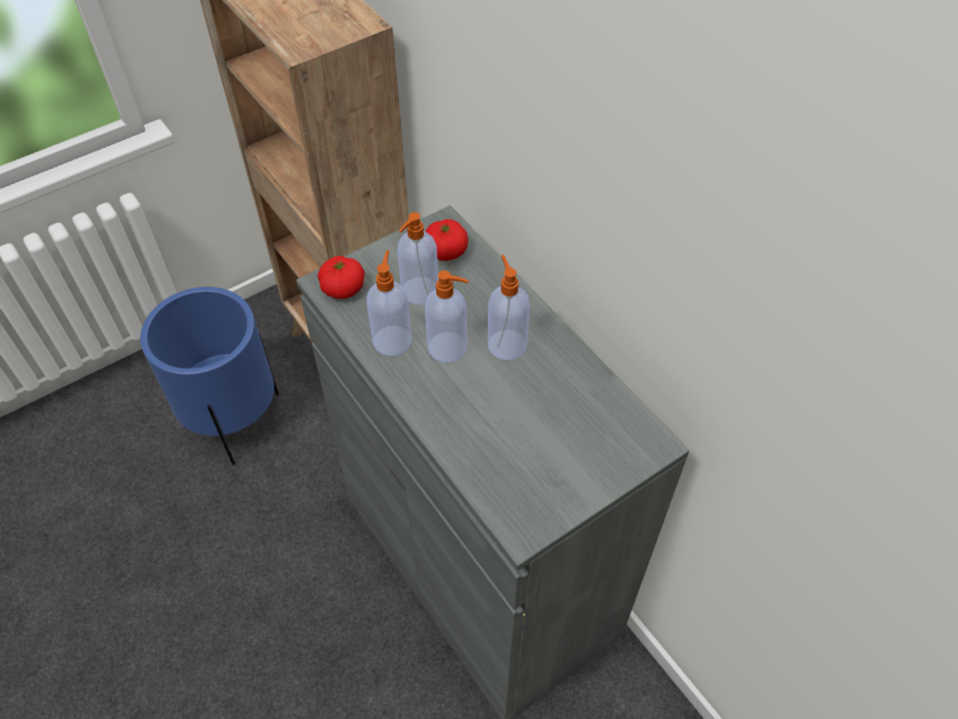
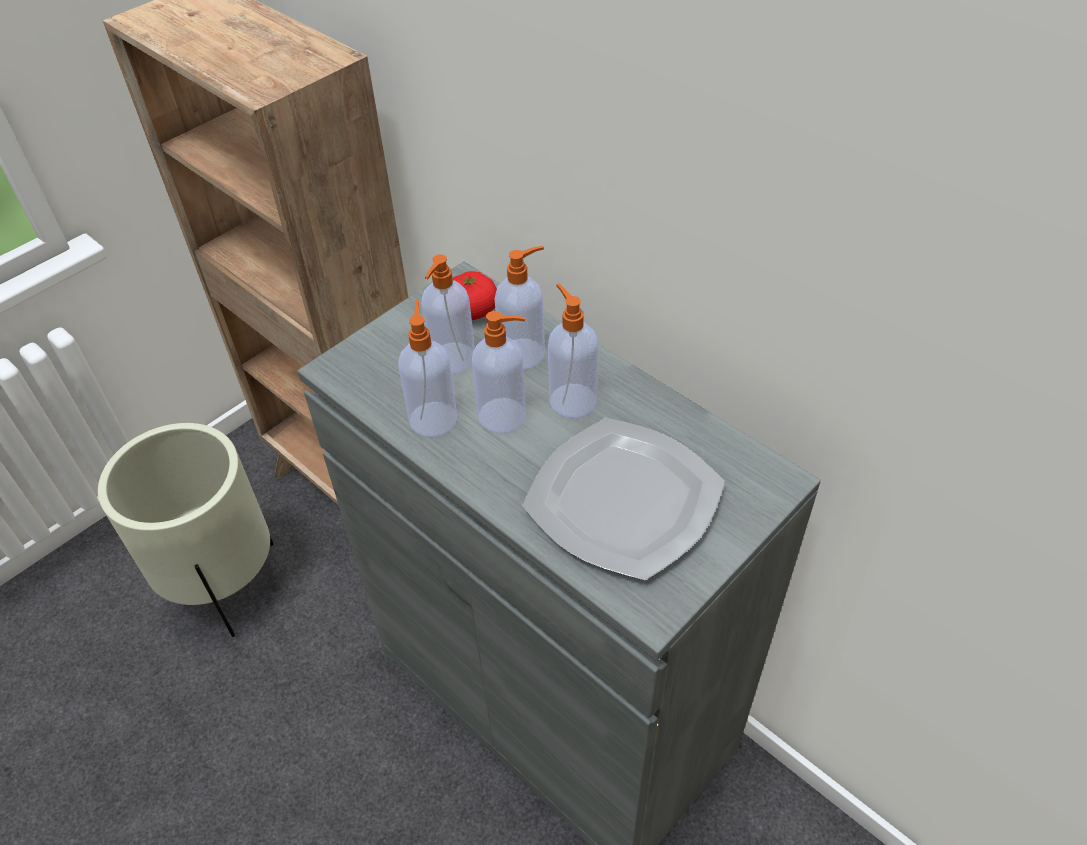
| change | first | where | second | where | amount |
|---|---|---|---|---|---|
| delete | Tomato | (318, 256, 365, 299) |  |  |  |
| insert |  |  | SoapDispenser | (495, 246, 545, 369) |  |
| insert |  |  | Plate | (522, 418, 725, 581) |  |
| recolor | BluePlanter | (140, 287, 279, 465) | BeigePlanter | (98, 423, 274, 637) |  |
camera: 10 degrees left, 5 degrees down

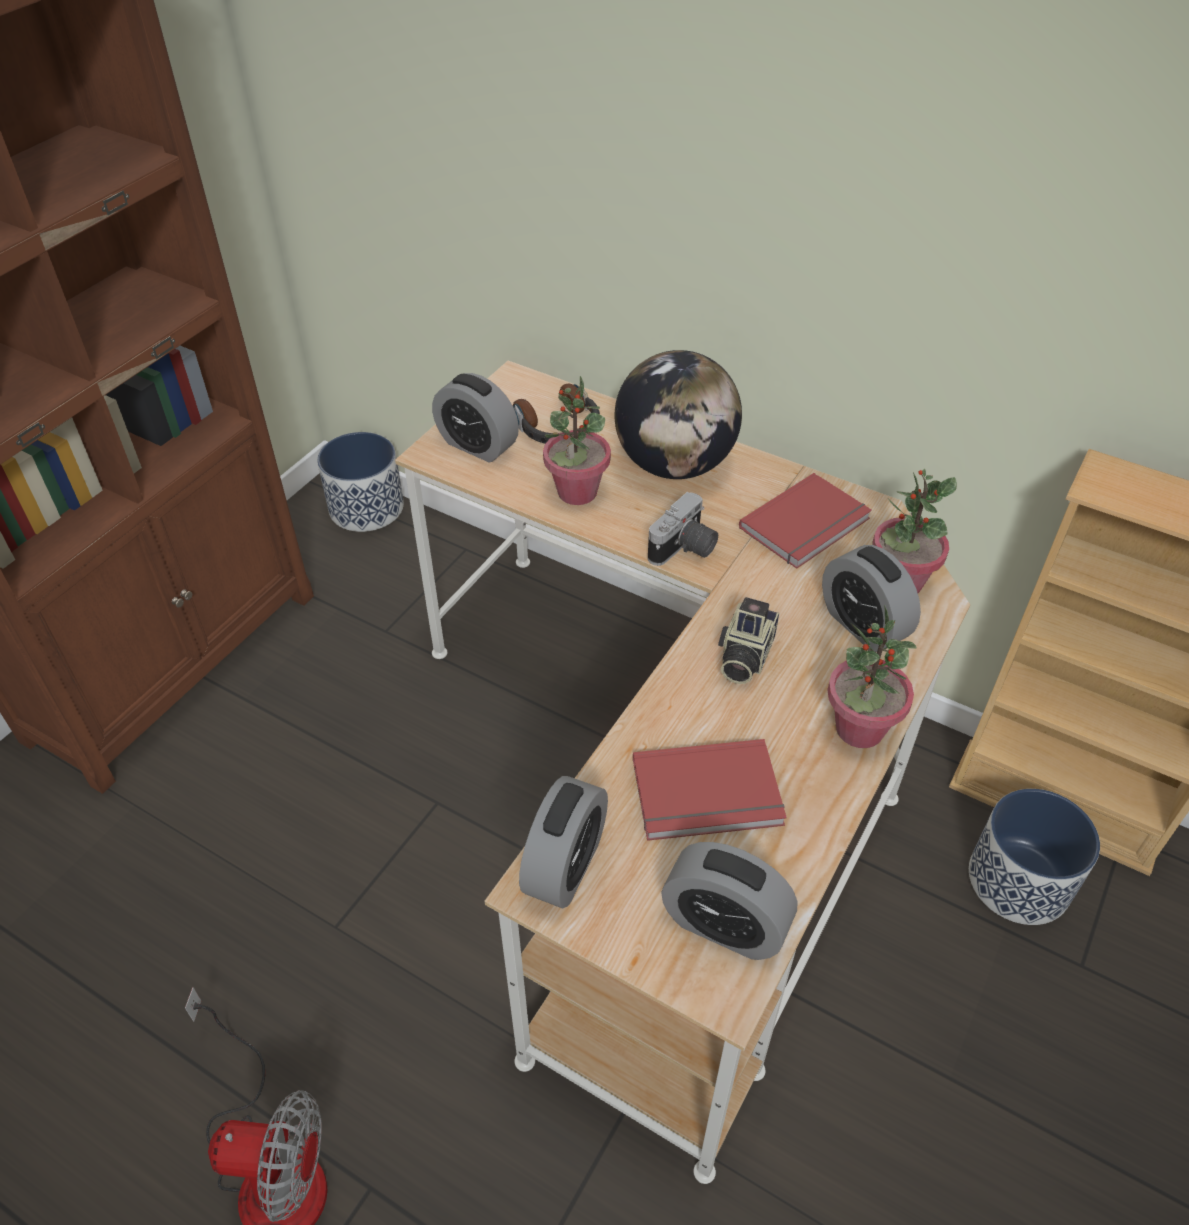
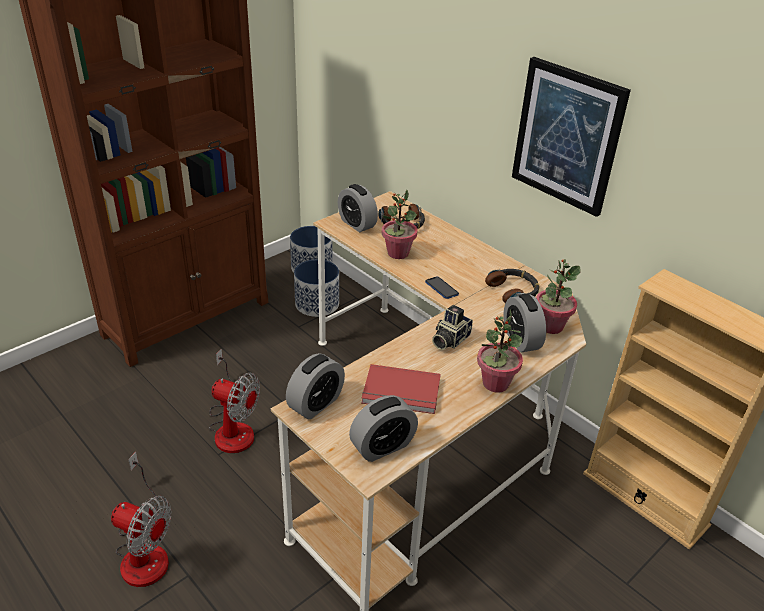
| change | first | where | second | where | amount |
|---|---|---|---|---|---|
| delete | Globe | (614, 350, 742, 479) |  |  |  |
| insert |  |  | Fan | (209, 349, 260, 453) |  |
| insert |  |  | Picture | (512, 57, 631, 217) |  |
| move | Planter | (969, 789, 1100, 925) |  | (294, 259, 339, 317) |  |
| replace | PhotoCamera | (648, 492, 718, 566) | Phone | (425, 277, 459, 299) |  |
| replace | RedBook | (739, 473, 872, 569) | Headphones | (485, 269, 539, 303) |  |
| rotate | AlarmClock | (661, 842, 797, 960) |  | (349, 395, 418, 462) | 75 degrees counterclockwise |
camera: 15 degrees right, 10 degrees down

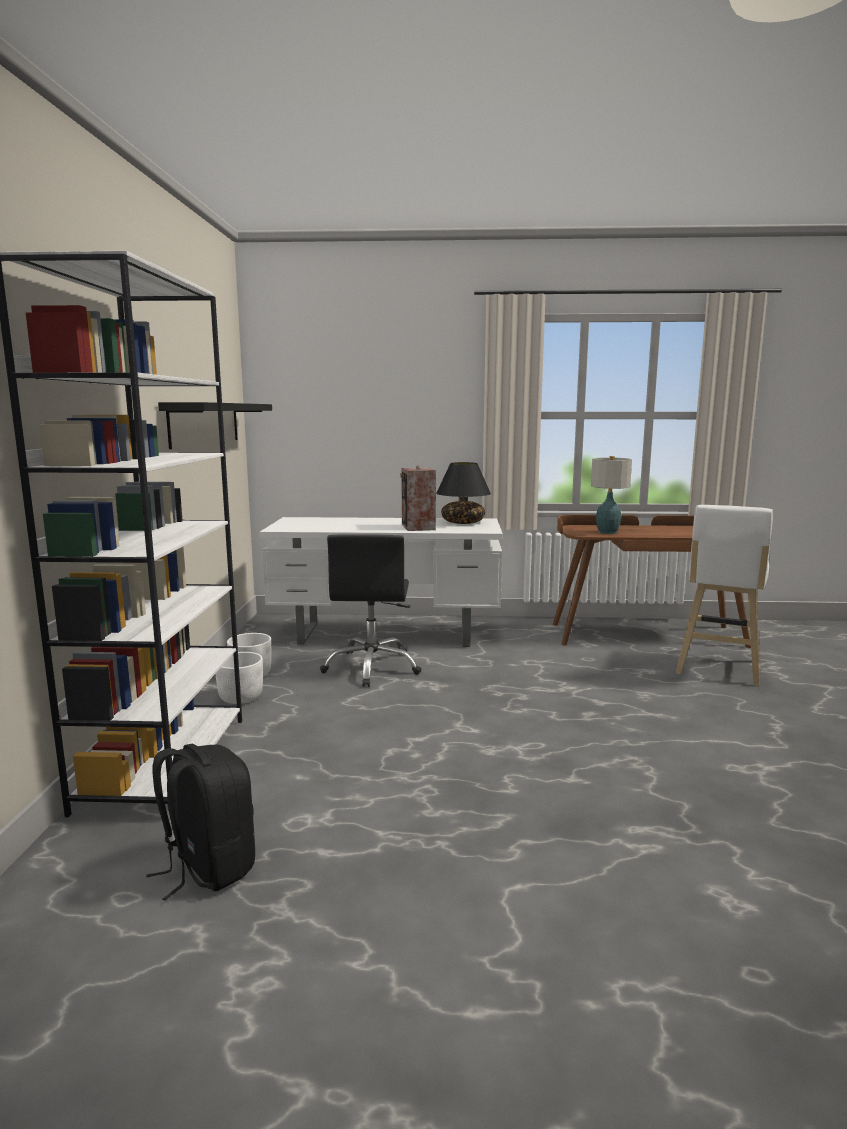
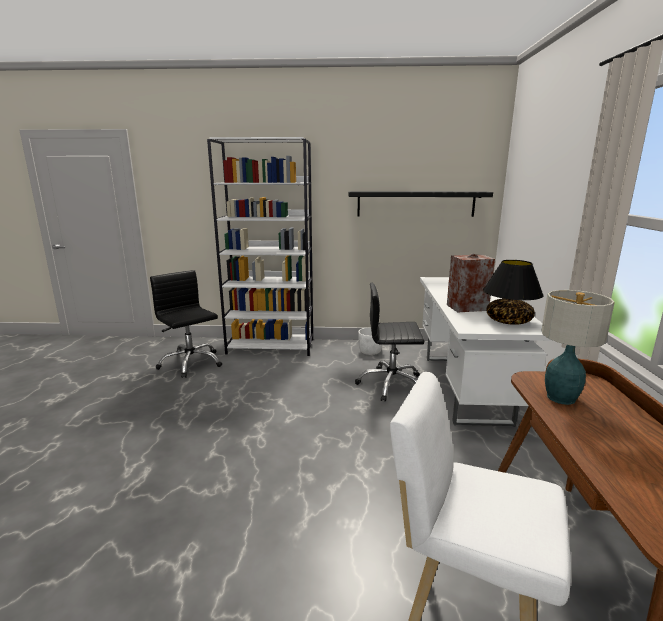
| change | first | where | second | where | amount |
|---|---|---|---|---|---|
| delete | WhitePlanter | (216, 652, 263, 704) |  |  |  |
| replace | BlackBackpack | (147, 744, 255, 900) | BlackOfficeChair | (150, 270, 222, 378) |  |
camera: 90 degrees right, 5 degrees up

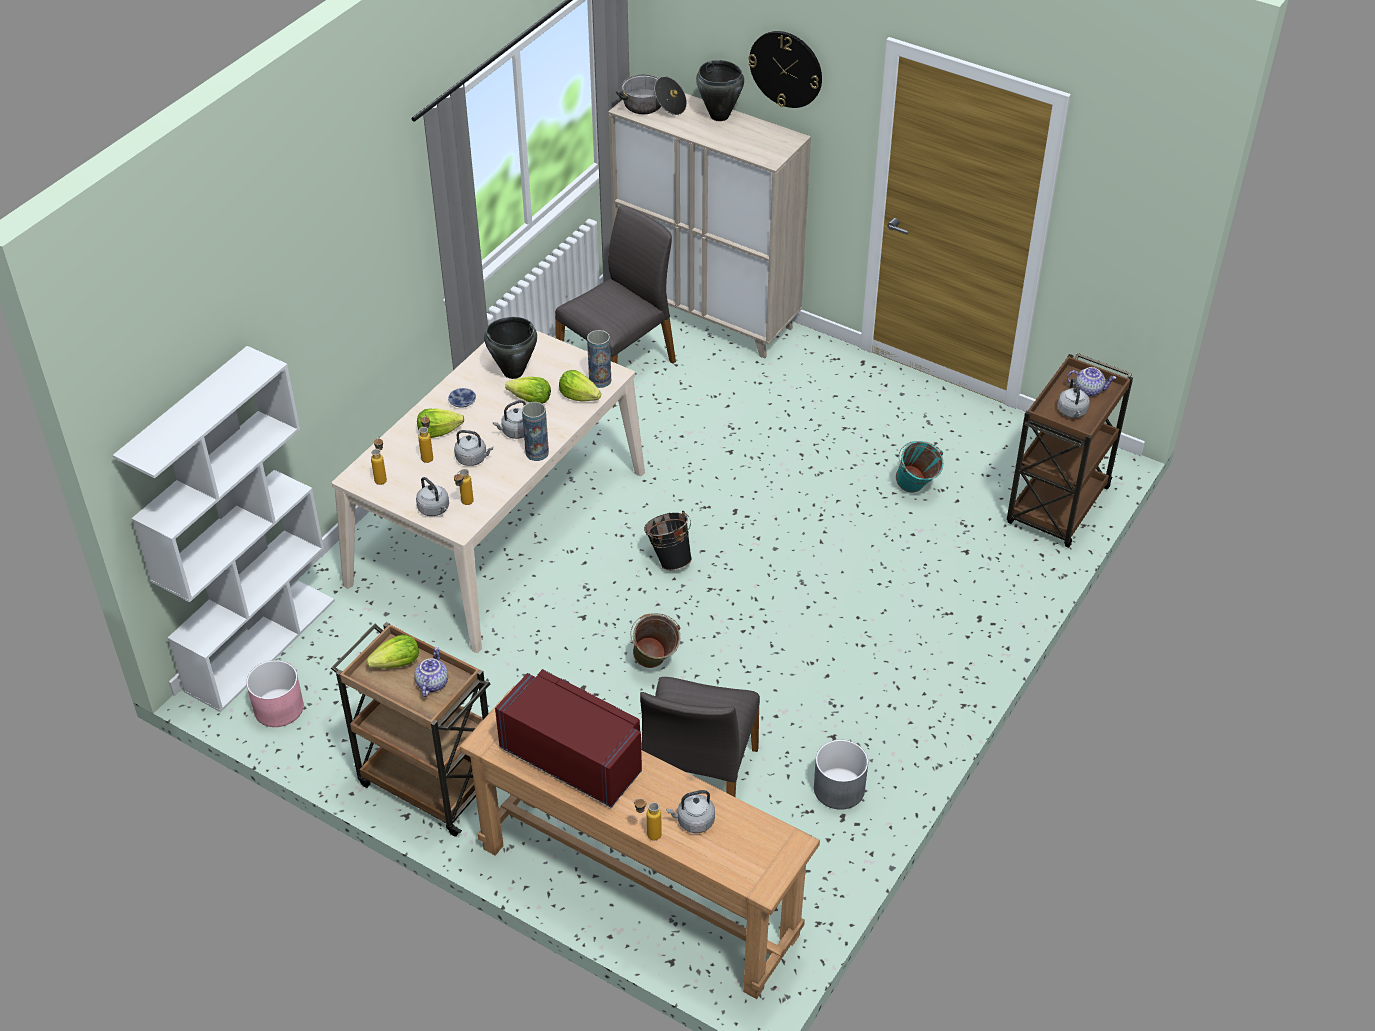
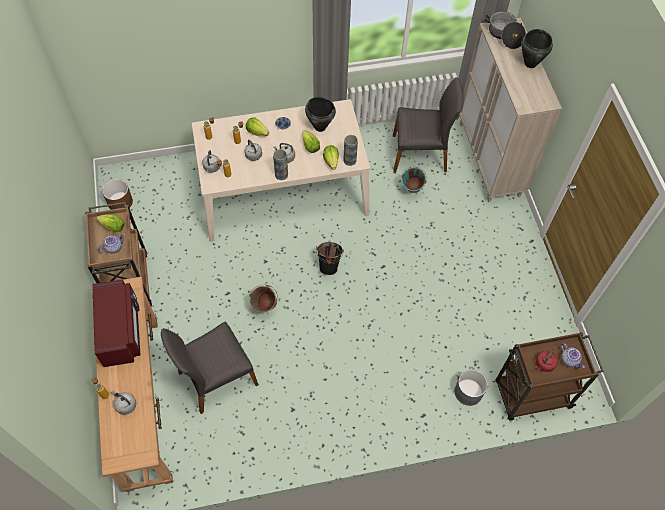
| change | first | where | second | where | amount |
|---|---|---|---|---|---|
| delete | WhiteBookcase | (113, 346, 335, 712) |  |  |  |
| delete | WallClock | (748, 31, 822, 108) |  |  |  |
| move | GreyPlanter | (814, 740, 868, 810) |  | (455, 369, 488, 406) |  |
| move | TurquoiseBucket | (896, 441, 944, 492) |  | (401, 167, 427, 193) |  |
| recolor | PinkPlanter | (246, 660, 304, 727) | BrownPlanter | (102, 179, 133, 210) |  |
| recolor | GreyKettle | (1057, 378, 1090, 418) | RedKettle | (536, 349, 558, 372) |  |
camera: 45 degrees right, 15 degrees up

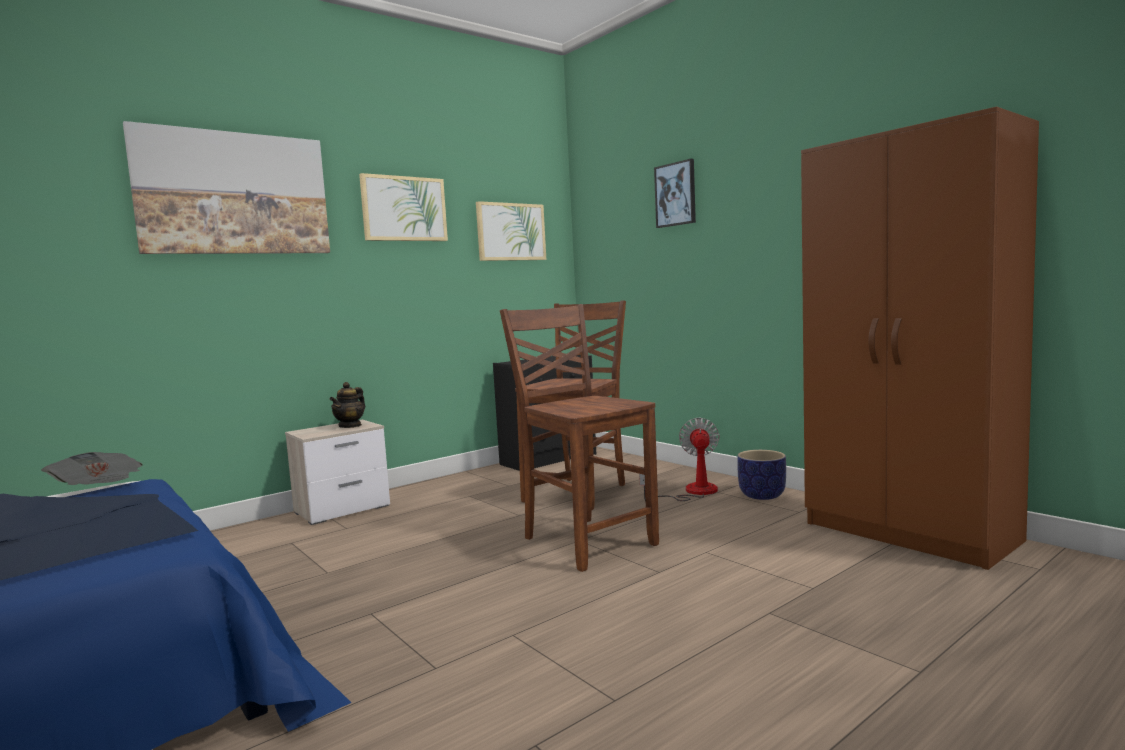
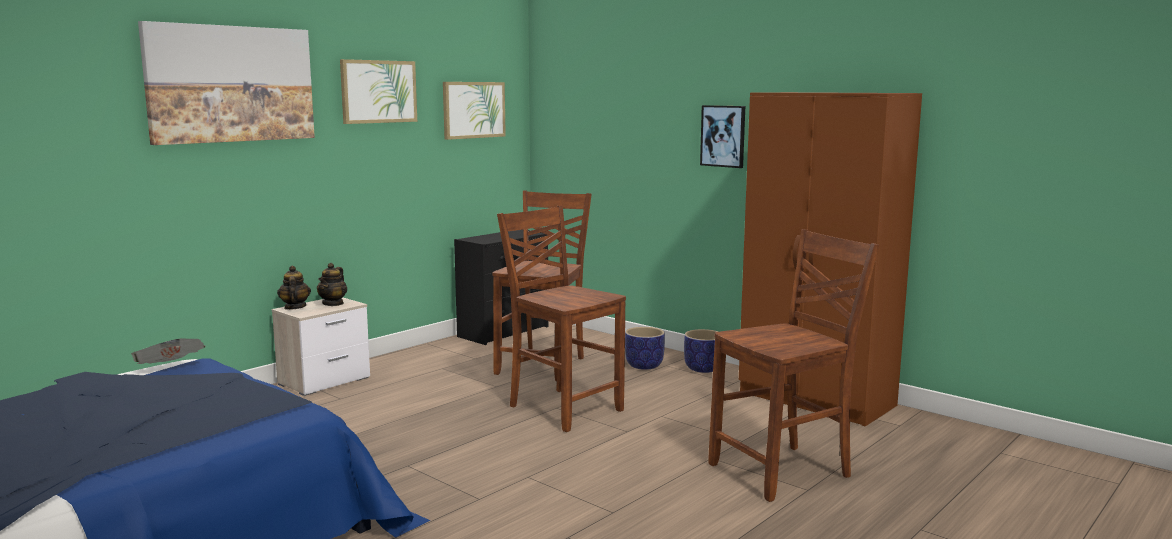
| change | first | where | second | where | amount |
|---|---|---|---|---|---|
| insert |  |  | Teapot | (277, 266, 311, 310) |  |
| insert |  |  | BrownChair | (708, 229, 879, 502) |  |
| move | Picture | (654, 159, 696, 228) |  | (700, 105, 745, 168) |  |
| replace | Fan | (639, 418, 719, 501) | Planter | (625, 327, 665, 370) |  |
camera: 10 degrees left, 5 degrees up

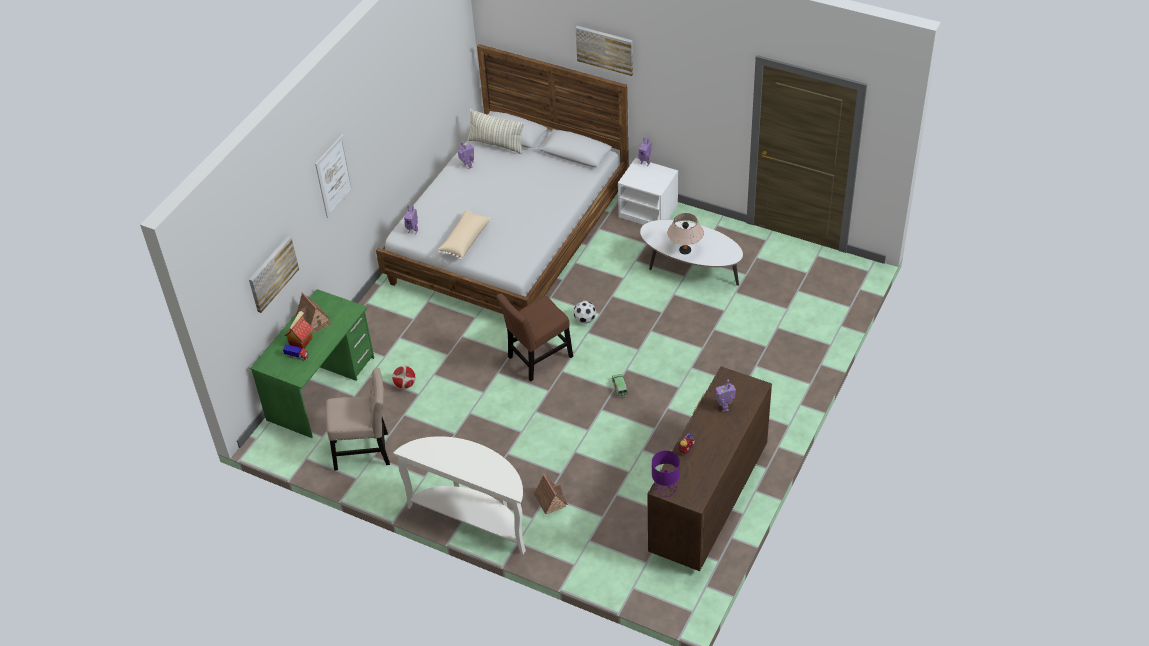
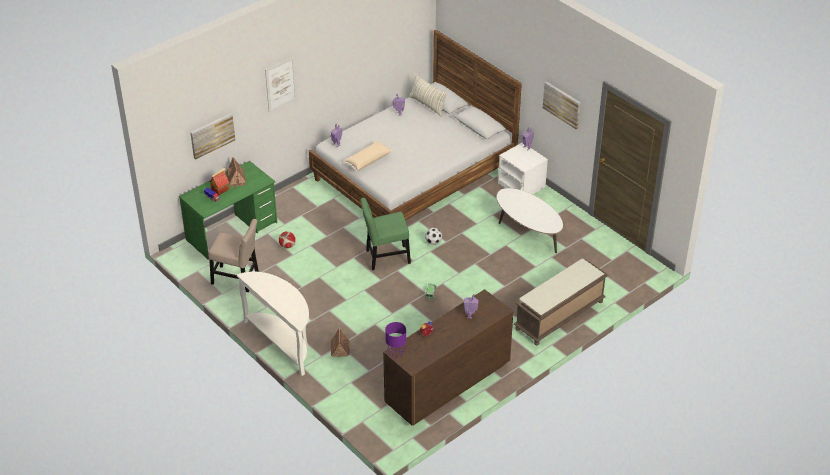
| change | first | where | second | where | amount |
|---|---|---|---|---|---|
| delete | BeigeTableLamp | (668, 213, 704, 254) |  |  |  |
| insert |  |  | BrownBench | (514, 258, 608, 346) |  |
| move | Picture | (576, 26, 633, 76) |  | (543, 81, 581, 129) |  |
| recolor | BrownChair | (496, 293, 573, 382) | GreenChair | (361, 198, 411, 270) |  |
camera: 20 degrees right, 5 degrees down

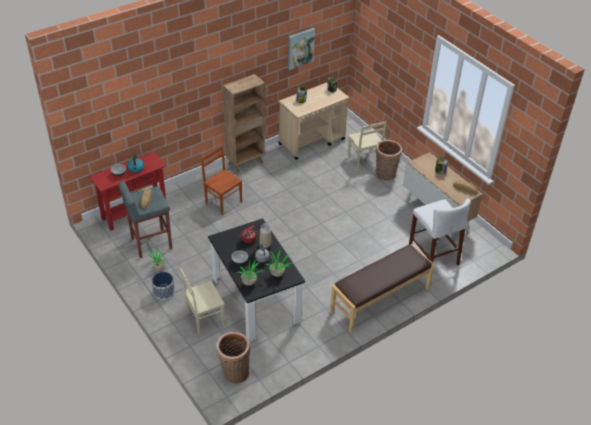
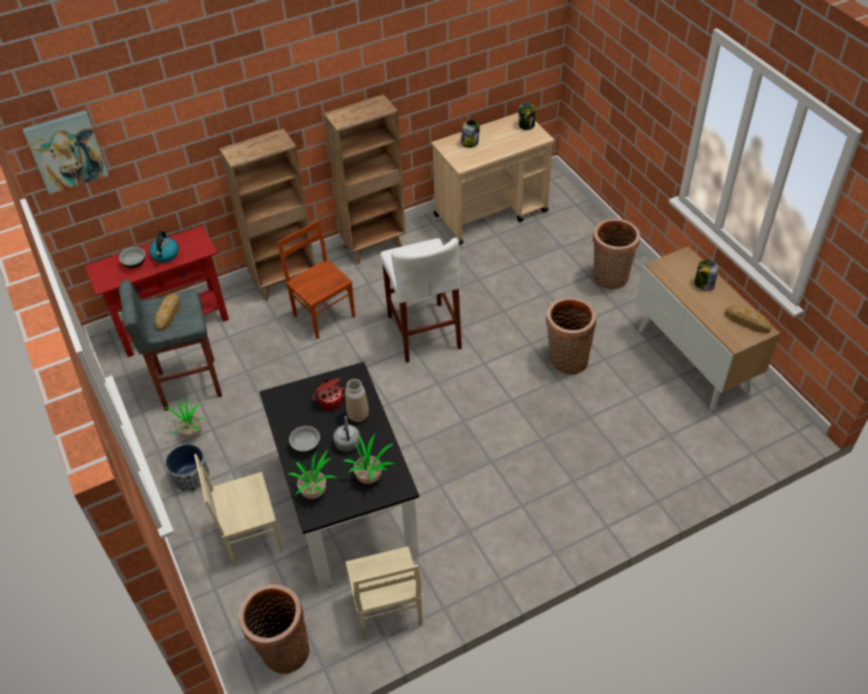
| change | first | where | second | where | amount |
|---|---|---|---|---|---|
| delete | BrownBench | (330, 244, 434, 333) |  |  |  |
| insert |  |  | BrownBookcase | (219, 128, 315, 301) |  |
| insert |  |  | Basket | (546, 297, 596, 375) |  |
| move | Picture | (288, 28, 315, 70) |  | (22, 110, 109, 194) |  |
| move | BeigeChair | (348, 121, 386, 170) |  | (346, 546, 423, 640) |  |
| move | WhiteStool | (409, 198, 471, 266) |  | (380, 237, 462, 363) |  |
camera: 10 degrees right, 5 degrees up

